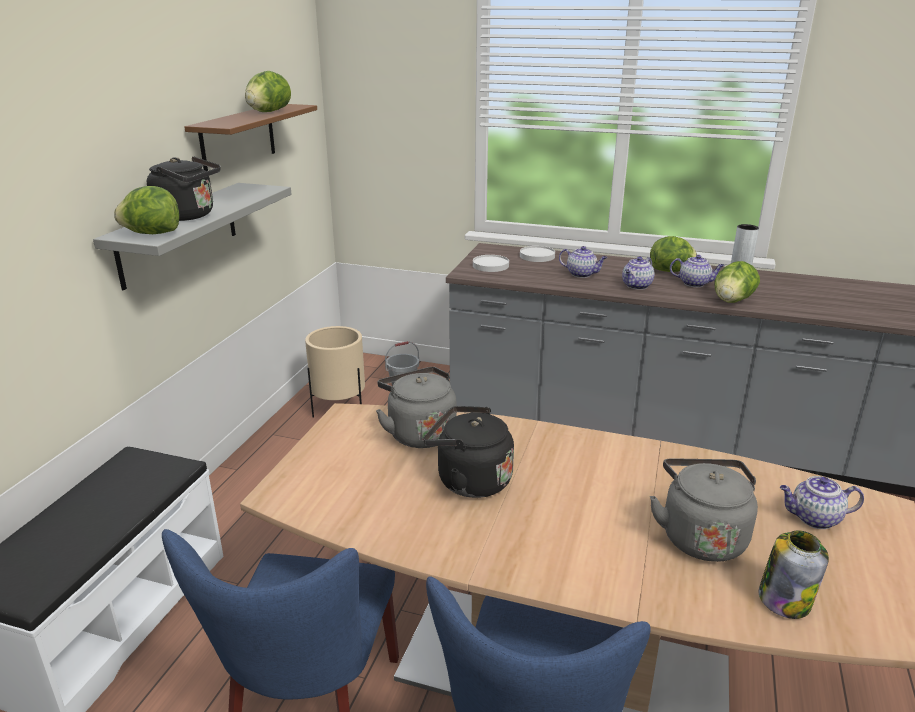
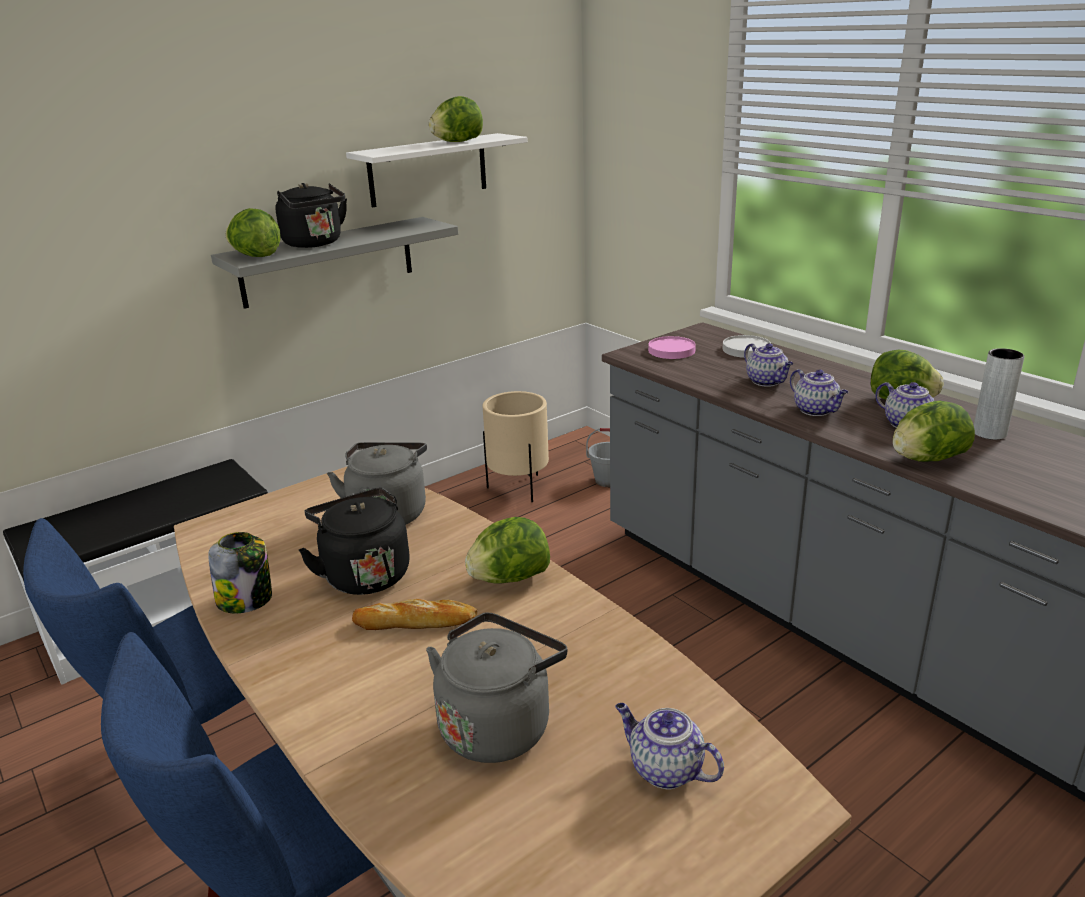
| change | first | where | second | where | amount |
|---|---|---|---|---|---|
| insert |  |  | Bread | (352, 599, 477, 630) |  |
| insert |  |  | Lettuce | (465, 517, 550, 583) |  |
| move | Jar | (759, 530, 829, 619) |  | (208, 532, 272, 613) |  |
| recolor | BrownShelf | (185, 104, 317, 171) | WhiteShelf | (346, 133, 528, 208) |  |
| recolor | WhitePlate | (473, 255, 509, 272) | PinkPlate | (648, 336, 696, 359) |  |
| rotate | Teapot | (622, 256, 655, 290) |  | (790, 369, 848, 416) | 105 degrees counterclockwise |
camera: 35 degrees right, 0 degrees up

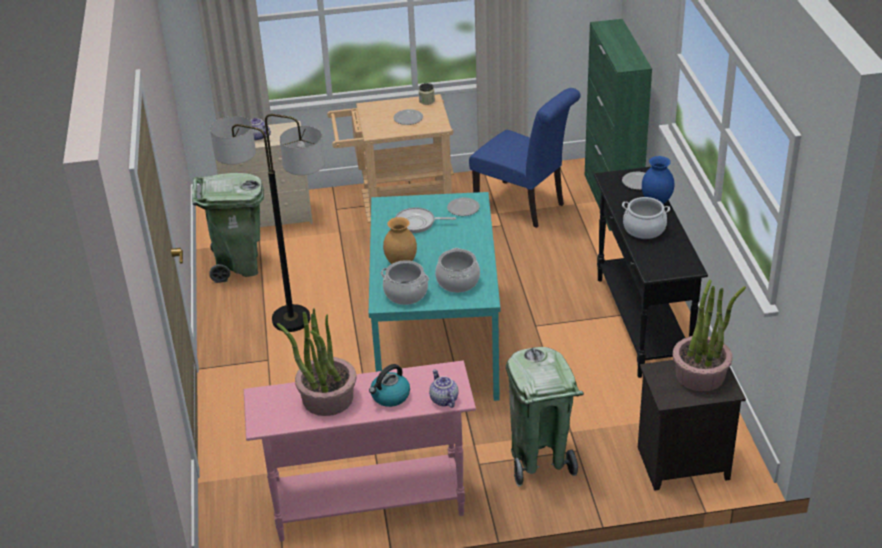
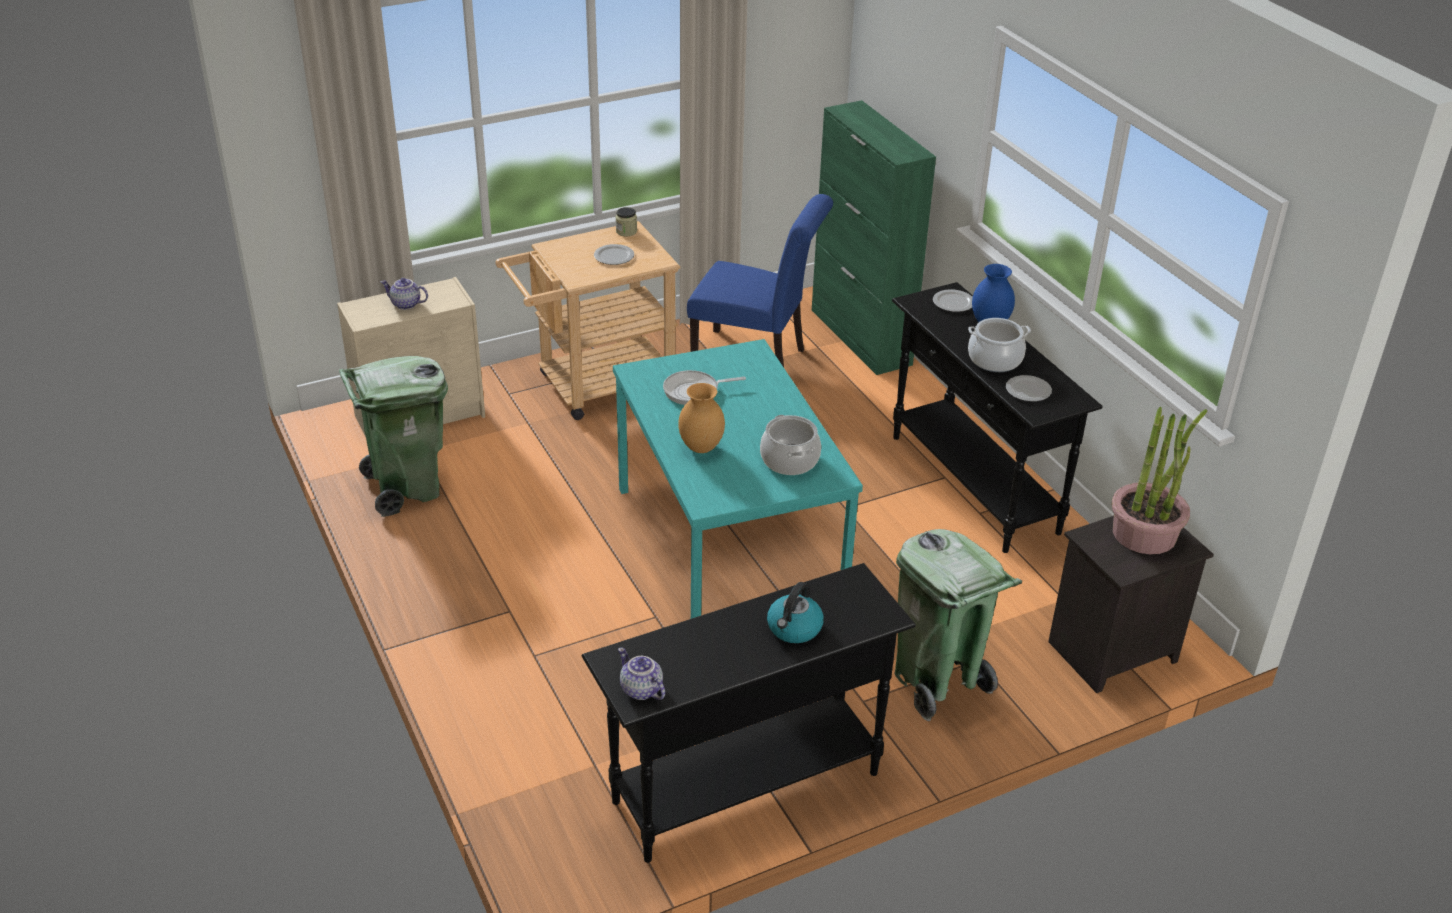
| change | first | where | second | where | amount |
|---|---|---|---|---|---|
| delete | FloorLamp | (210, 114, 325, 332) |  |  |  |
| delete | PottedPlant | (277, 308, 357, 416) |  |  |  |
| delete | CookingPot | (381, 260, 429, 305) |  |  |  |
| move | Teapot | (429, 370, 458, 408) |  | (618, 648, 665, 700) |  |
| move | Plate | (447, 198, 480, 216) |  | (1006, 375, 1052, 402) |  |
| recolor | PinkConsoleTable | (244, 361, 476, 542) | BlackConsoleTable | (582, 563, 916, 863) |  |
camera: 20 degrees left, 0 degrees up

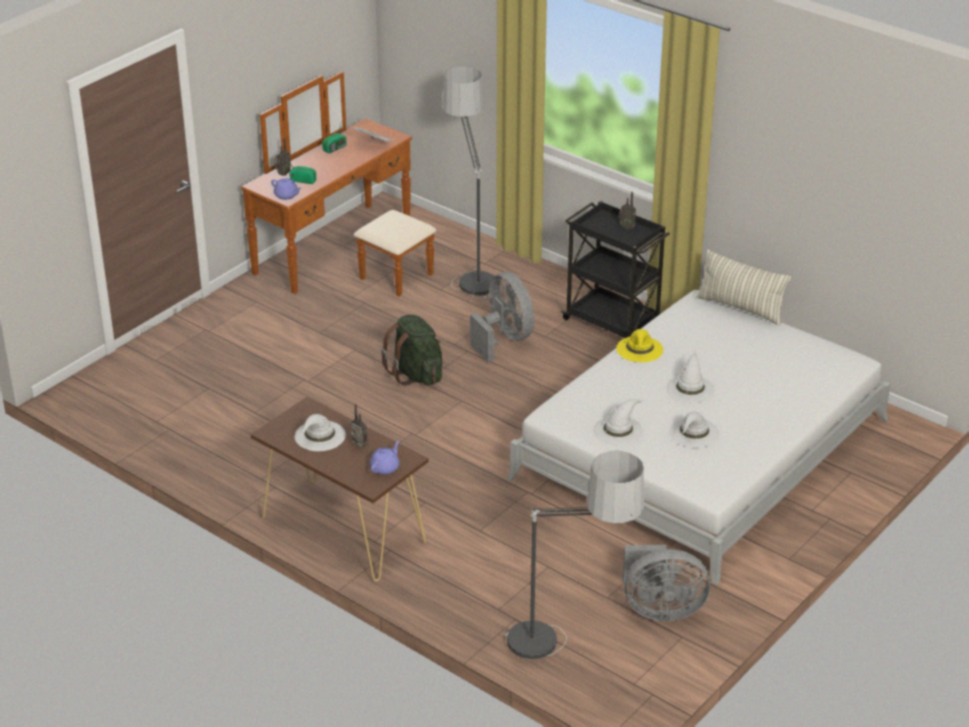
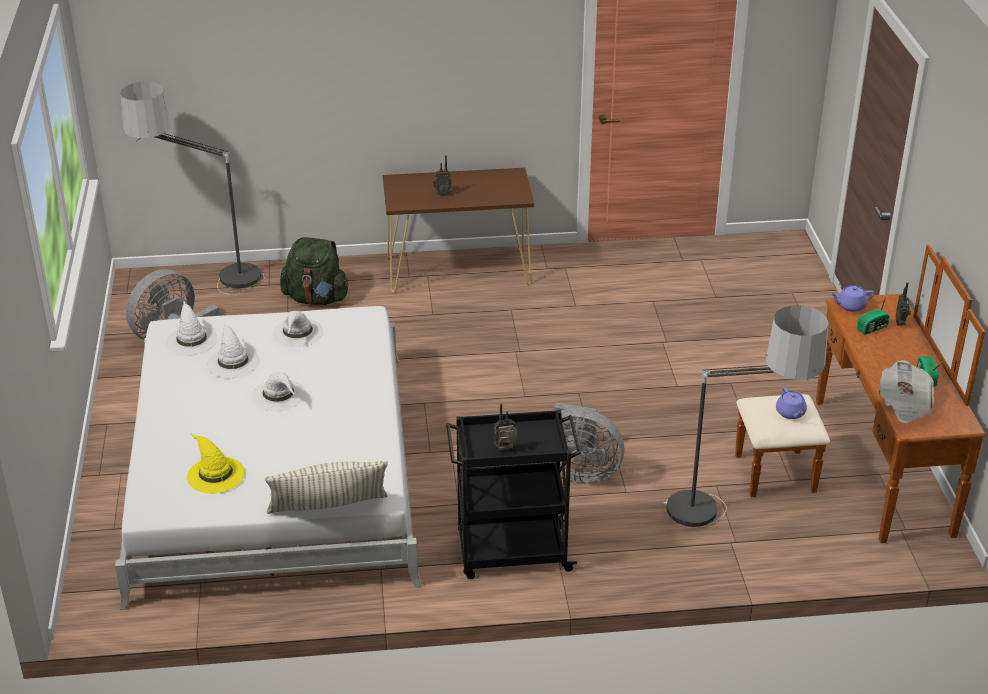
| change | first | where | second | where | amount |
|---|---|---|---|---|---|
| move | WhiteHat | (295, 414, 346, 451) |  | (166, 302, 218, 356) |  |
| move | PurpleTeapot | (370, 441, 400, 475) |  | (776, 387, 807, 419) |  |
| move | GreenBackpack | (381, 315, 442, 386) |  | (280, 237, 349, 305) |  |
| move | YellowHat | (617, 329, 663, 362) |  | (187, 434, 245, 494) |  |
camera: 135 degrees right, 0 degrees up

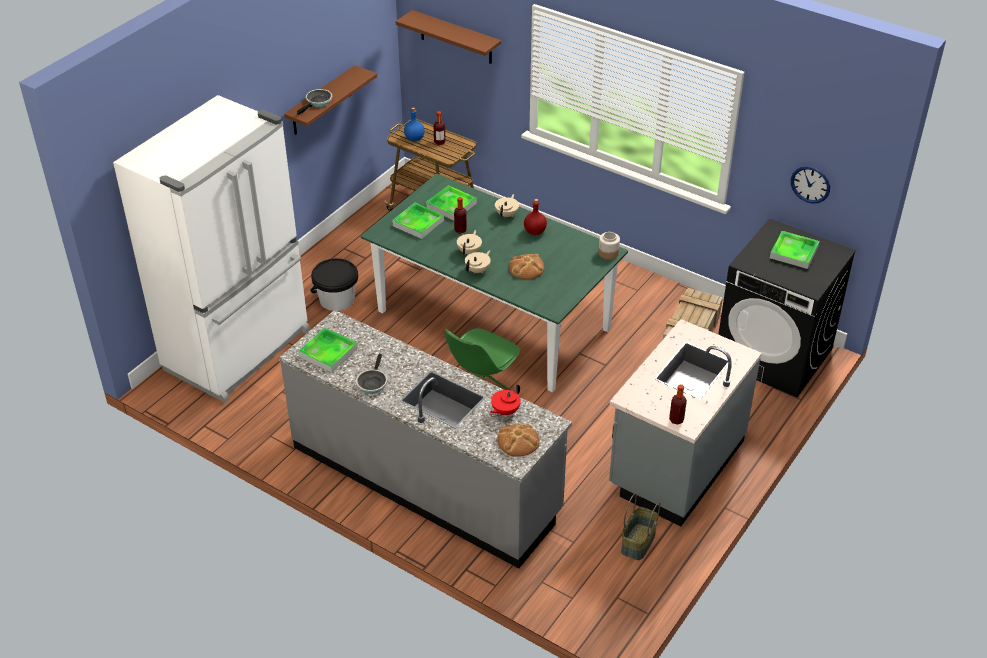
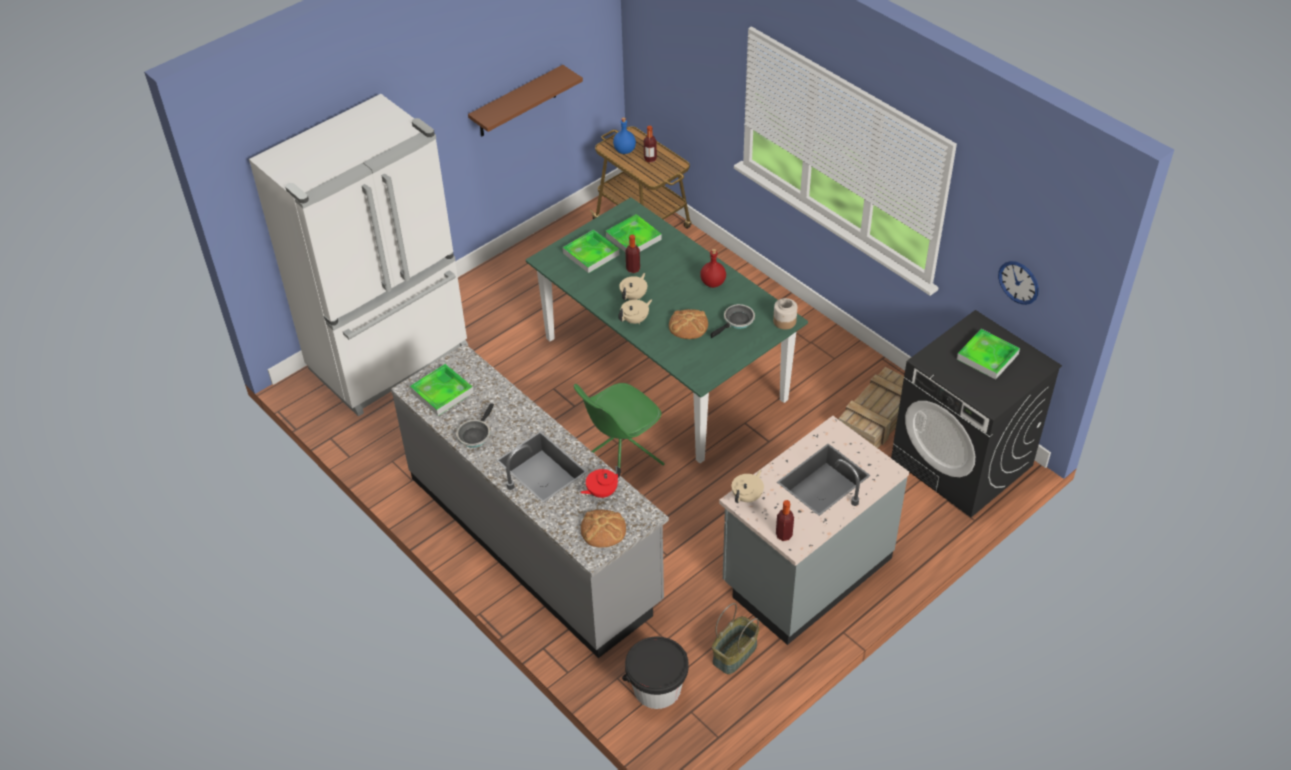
| change | first | where | second | where | amount |
|---|---|---|---|---|---|
| delete | BrownShelf | (396, 10, 501, 64) |  |  |  |
| move | FryingPan | (297, 89, 332, 115) |  | (711, 304, 755, 338) |  |
| move | BlackBucket | (310, 258, 358, 311) |  | (622, 636, 689, 709) |  |
| move | BeigeTeapot | (495, 194, 519, 218) |  | (732, 470, 764, 503) |  |
camera: 15 degrees right, 5 degrees up

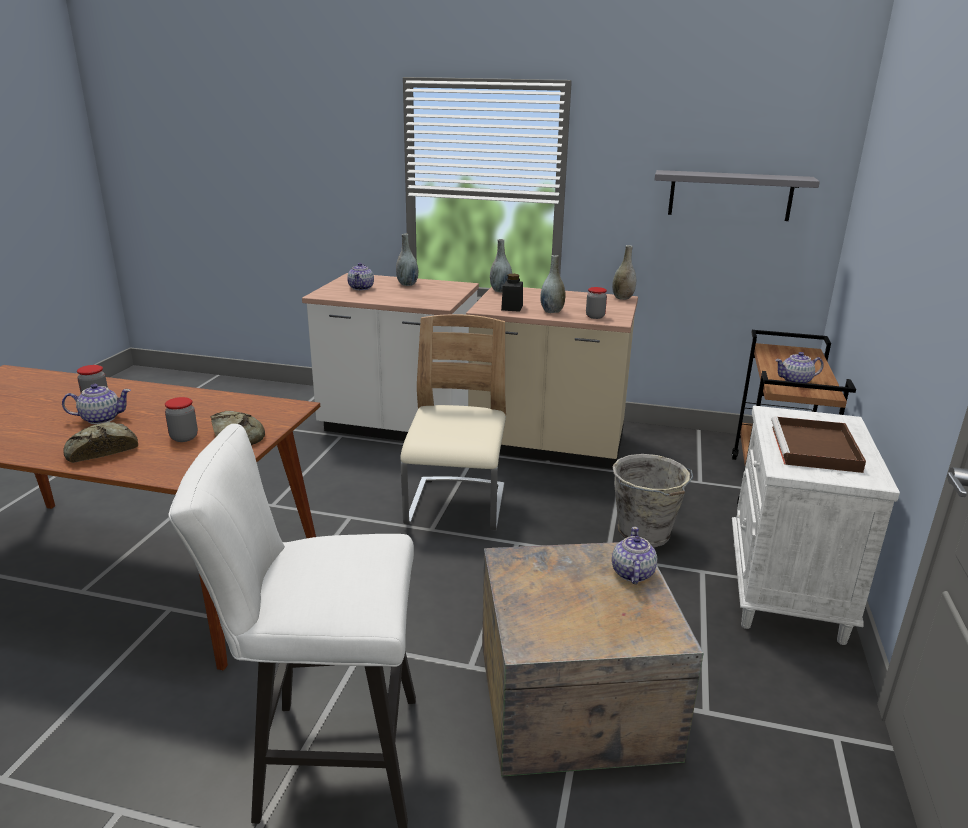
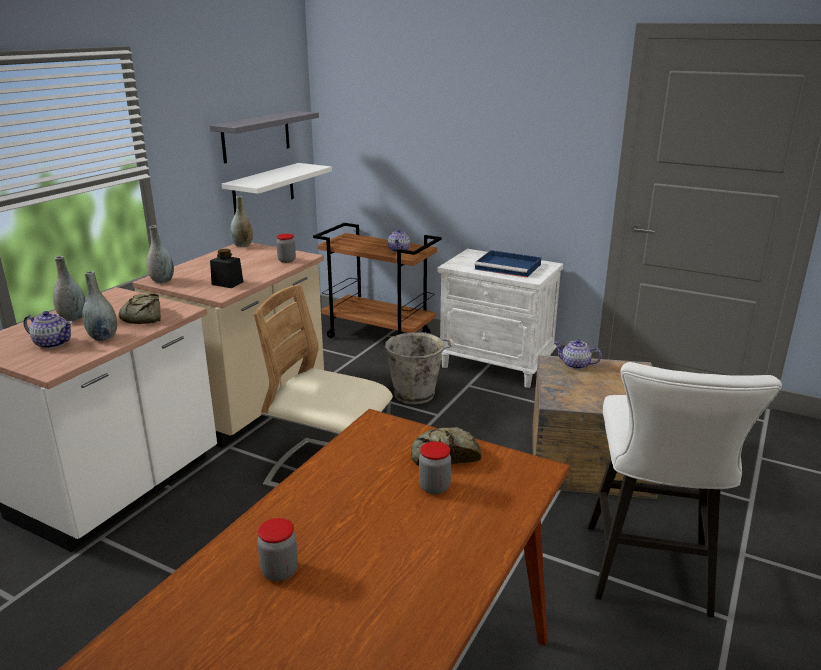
| change | first | where | second | where | amount |
|---|---|---|---|---|---|
| delete | Teapot | (62, 384, 131, 424) |  |  |  |
| insert |  |  | WhiteShelf | (222, 163, 332, 214) |  |
| move | Bread | (63, 422, 138, 463) |  | (119, 294, 161, 324) |  |
| move | GreyVase | (541, 255, 566, 313) |  | (82, 271, 117, 341) |  |
| recolor | BrownTray | (771, 416, 866, 473) | BlueTray | (474, 250, 541, 278) |  |
camera: 75 degrees left, 0 degrees up

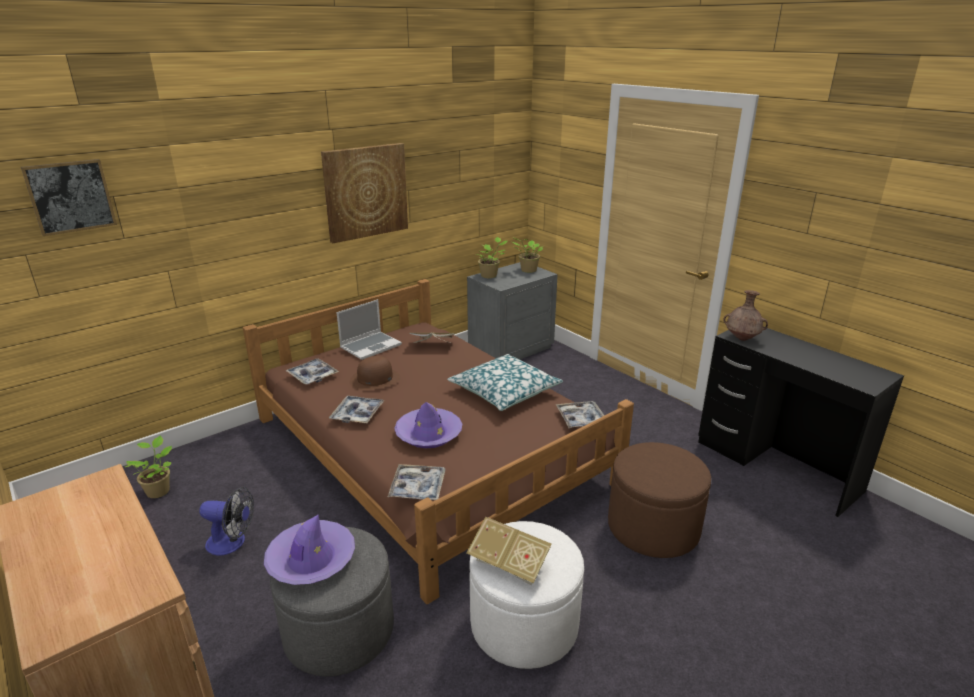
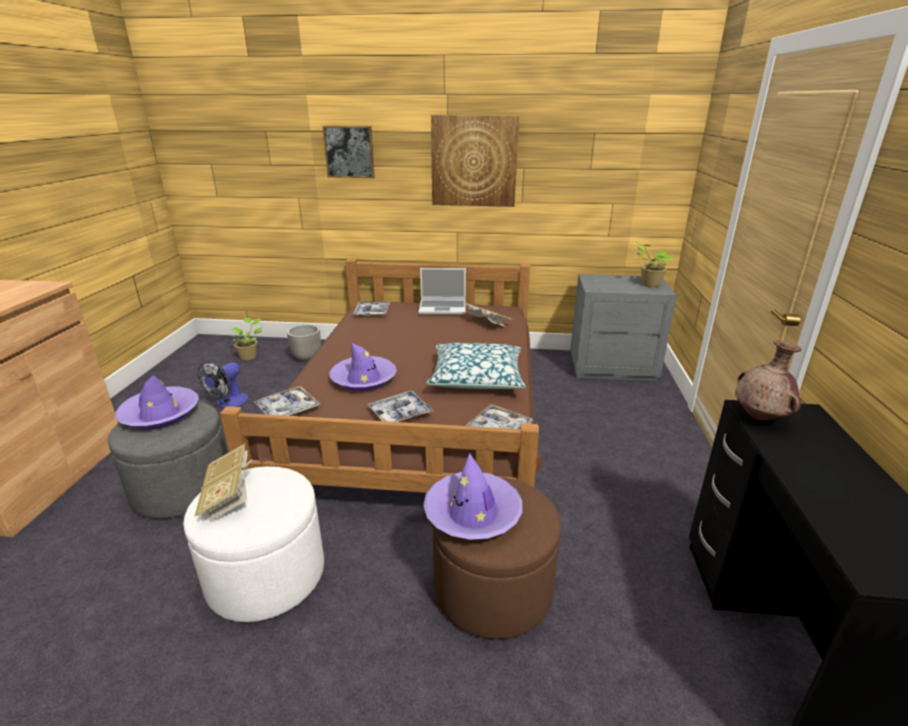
| change | first | where | second | where | amount |
|---|---|---|---|---|---|
| delete | BrownHat | (350, 356, 401, 390) |  |  |  |
| delete | PottedPlant | (478, 237, 508, 278) |  |  |  |
| insert |  |  | Planter | (287, 325, 321, 362) |  |
| insert |  |  | PurpleHat | (423, 453, 523, 540) |  |
| move | Picture | (21, 159, 117, 236) |  | (323, 126, 375, 178) |  |
| move | Tray | (329, 396, 384, 423) |  | (367, 391, 434, 422) |  |
| rotate | Fan | (199, 487, 254, 556) |  | (197, 362, 248, 408) | 60 degrees clockwise |
camera: 45 degrees right, 0 degrees up

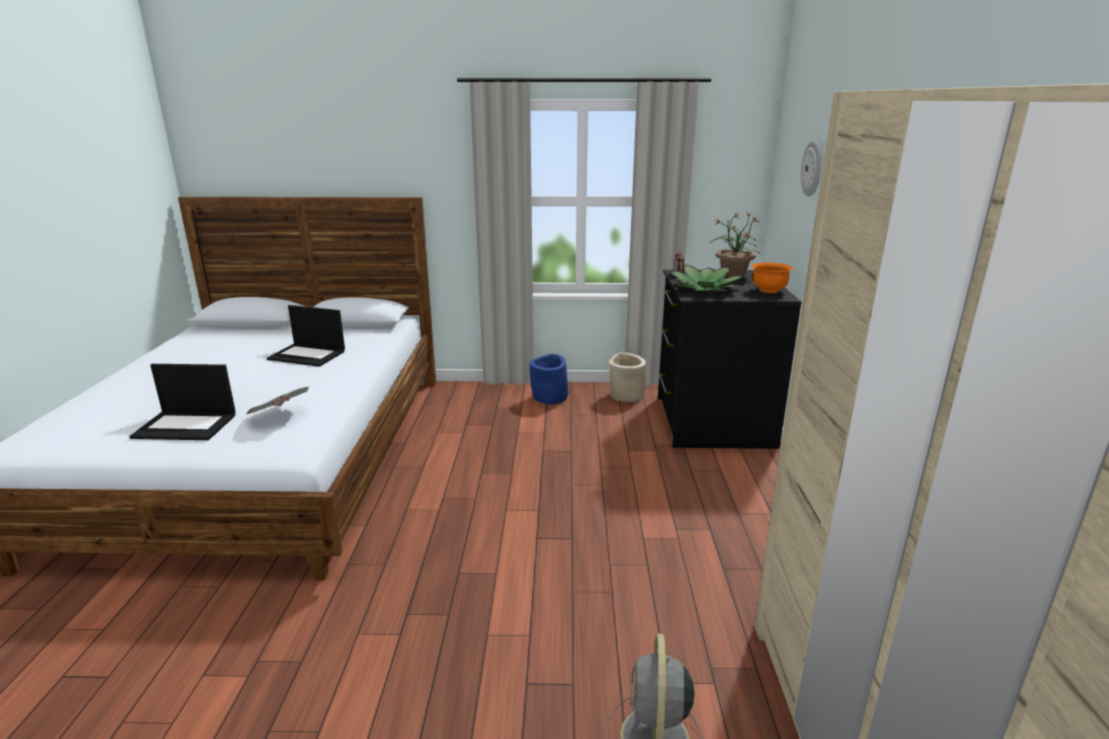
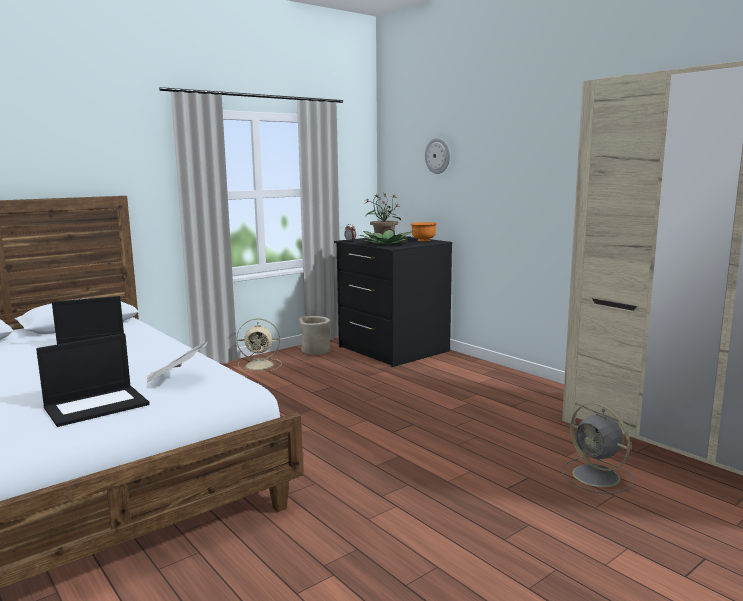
| change | first | where | second | where | amount |
|---|---|---|---|---|---|
| replace | BluePlanter | (529, 354, 569, 405) | BeigeFan | (236, 318, 281, 372) |  |
camera: 40 degrees left, 10 degrees down

